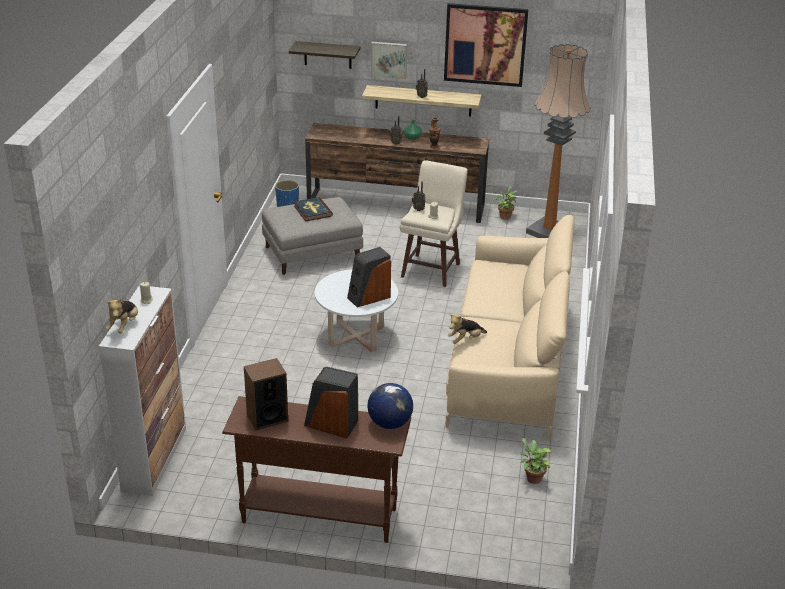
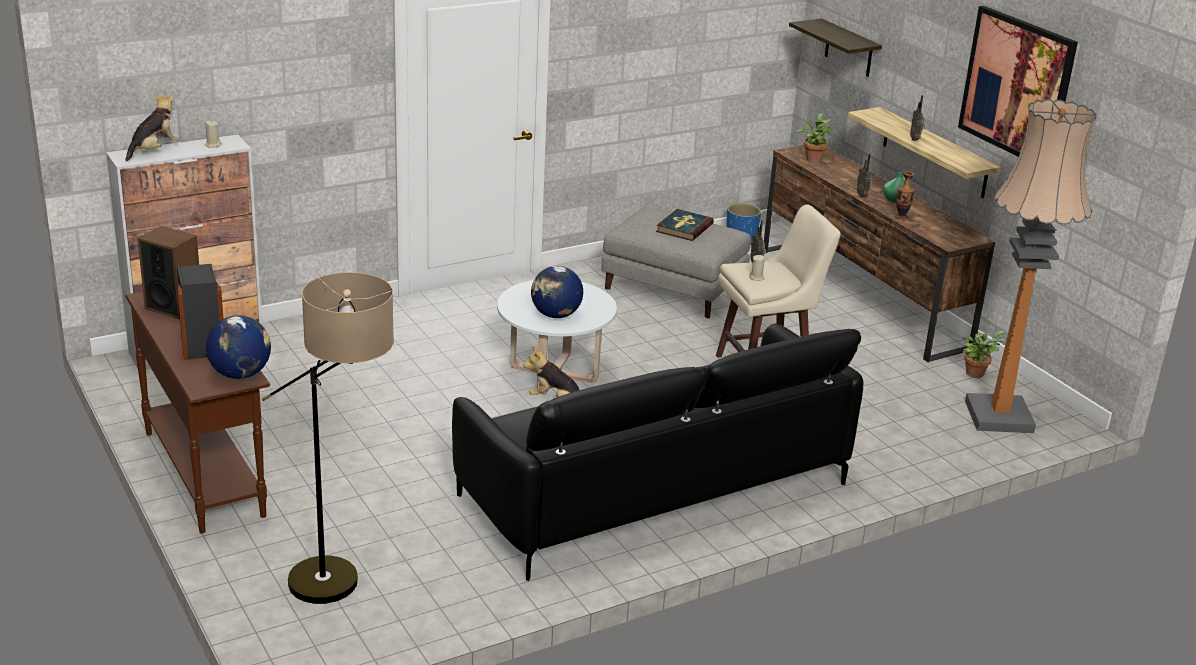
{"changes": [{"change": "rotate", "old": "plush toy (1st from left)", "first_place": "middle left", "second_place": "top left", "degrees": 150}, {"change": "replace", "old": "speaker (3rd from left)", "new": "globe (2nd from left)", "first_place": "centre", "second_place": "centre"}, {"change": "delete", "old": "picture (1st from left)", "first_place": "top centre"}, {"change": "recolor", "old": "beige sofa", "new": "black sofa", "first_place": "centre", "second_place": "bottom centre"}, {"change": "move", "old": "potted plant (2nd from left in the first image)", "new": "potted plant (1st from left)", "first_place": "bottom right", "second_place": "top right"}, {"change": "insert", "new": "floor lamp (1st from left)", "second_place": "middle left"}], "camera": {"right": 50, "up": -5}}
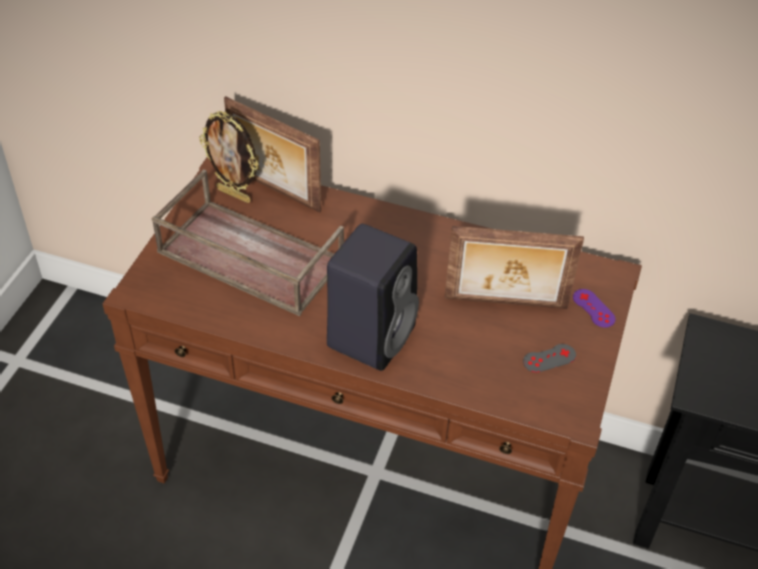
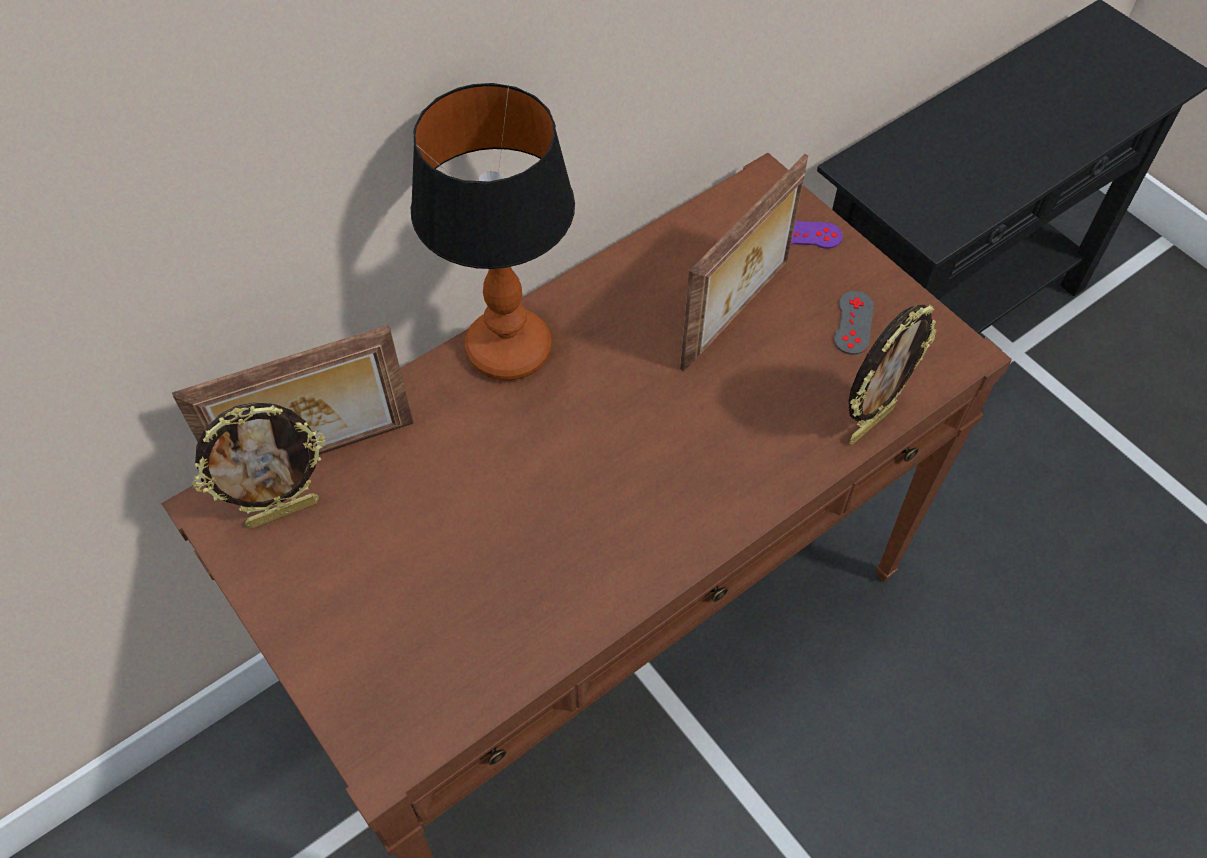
{"changes": [{"change": "delete", "old": "brown tray", "first_place": "middle left"}, {"change": "delete", "old": "black speaker", "first_place": "centre"}, {"change": "insert", "new": "table lamp", "second_place": "top centre"}, {"change": "insert", "new": "picture frame (4th from left)", "second_place": "middle right"}], "camera": {"right": -55, "up": 10}}
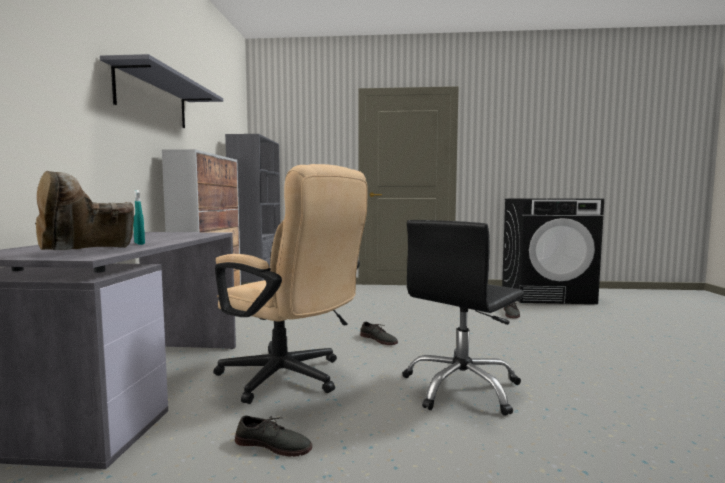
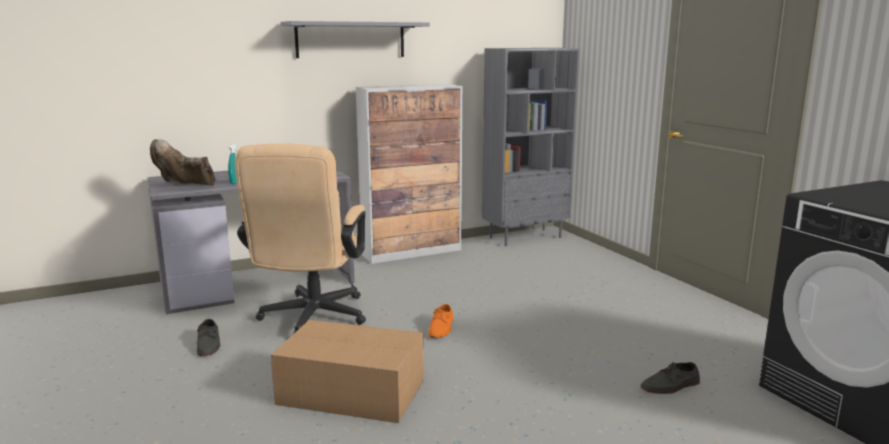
{"changes": [{"change": "recolor", "old": "grey shoe (2nd from left)", "new": "orange shoe", "first_place": "bottom centre", "second_place": "bottom centre"}, {"change": "replace", "old": "black office chair", "new": "cardboard box", "first_place": "centre", "second_place": "bottom centre"}], "camera": {"right": 60, "up": 10}}
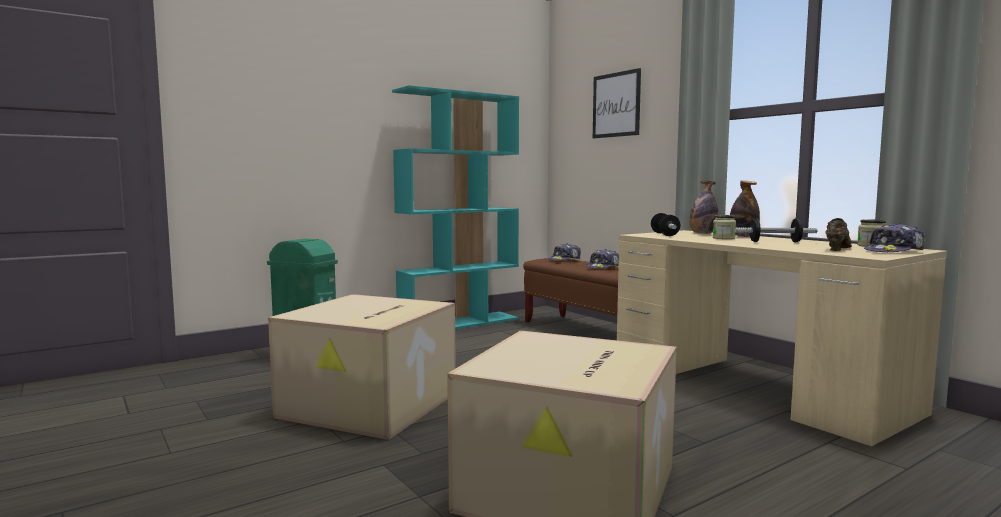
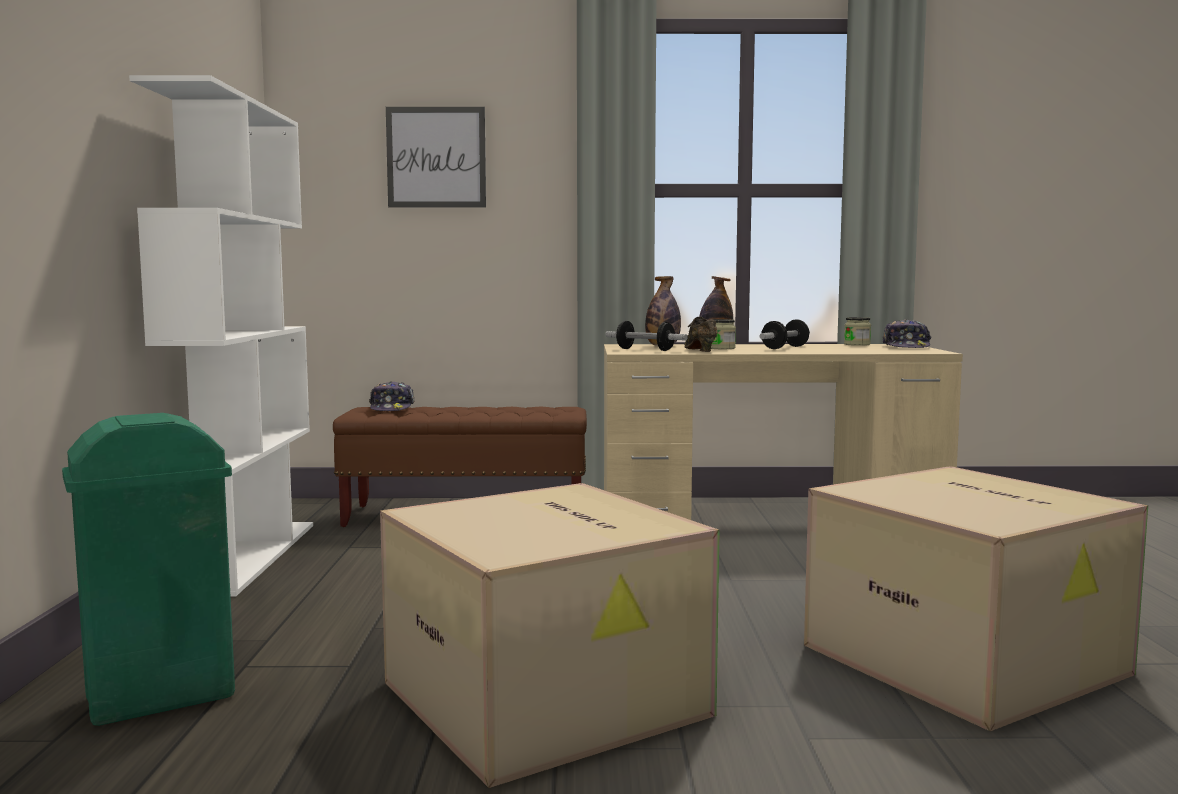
{"changes": [{"change": "recolor", "old": "turquoise bookcase", "new": "white bookcase", "first_place": "centre", "second_place": "middle left"}, {"change": "delete", "old": "cap (2nd from left)", "first_place": "centre"}, {"change": "move", "old": "brown shoe", "first_place": "middle right", "second_place": "centre"}], "camera": {"right": -55, "up": 0}}
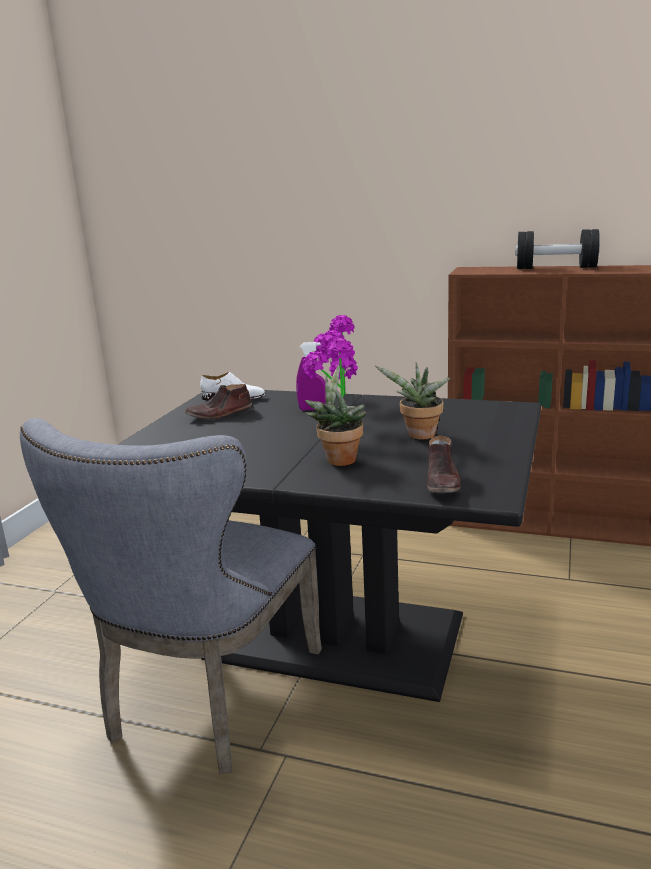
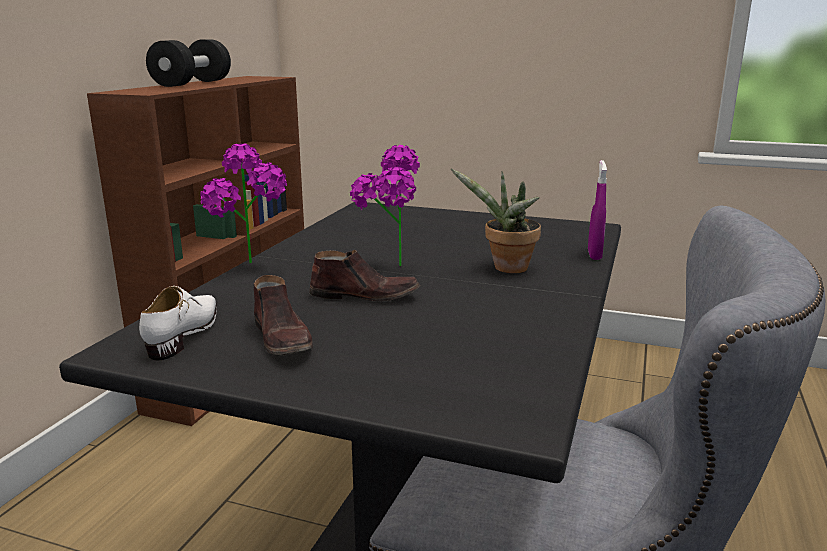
{"changes": [{"change": "move", "old": "purple spray bottle", "first_place": "centre", "second_place": "middle right"}, {"change": "delete", "old": "potted plant (4th from left)", "first_place": "centre"}, {"change": "move", "old": "brown shoe (2nd from left)", "first_place": "middle right", "second_place": "centre"}], "camera": {"right": -90, "up": 0}}
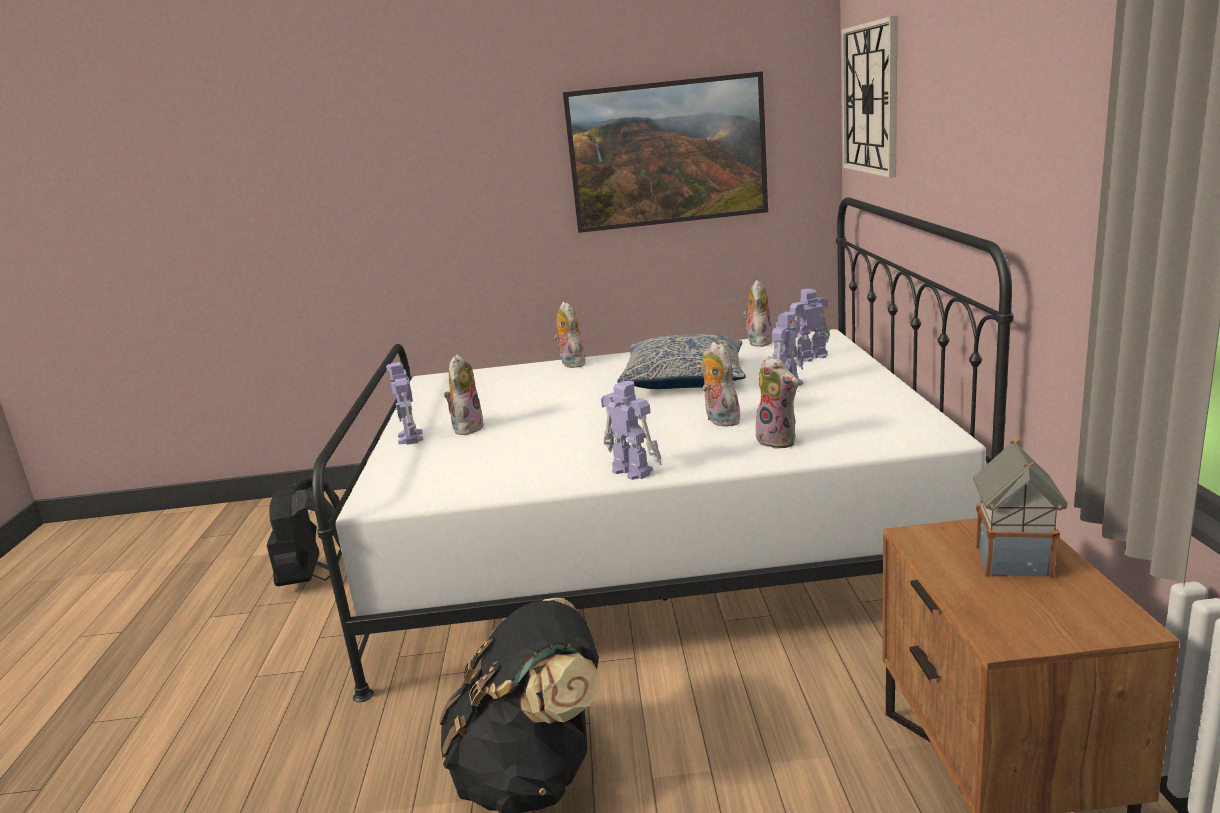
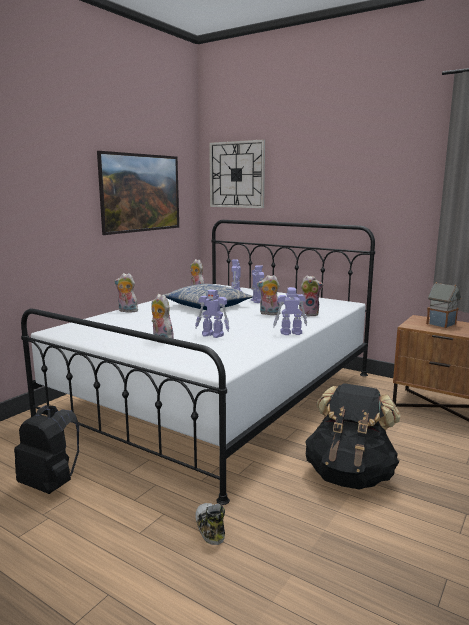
{"changes": [{"change": "move", "old": "toy robot (1st from left)", "first_place": "middle left", "second_place": "centre"}, {"change": "insert", "new": "shoe", "second_place": "bottom centre"}], "camera": {"right": -55, "up": -5}}
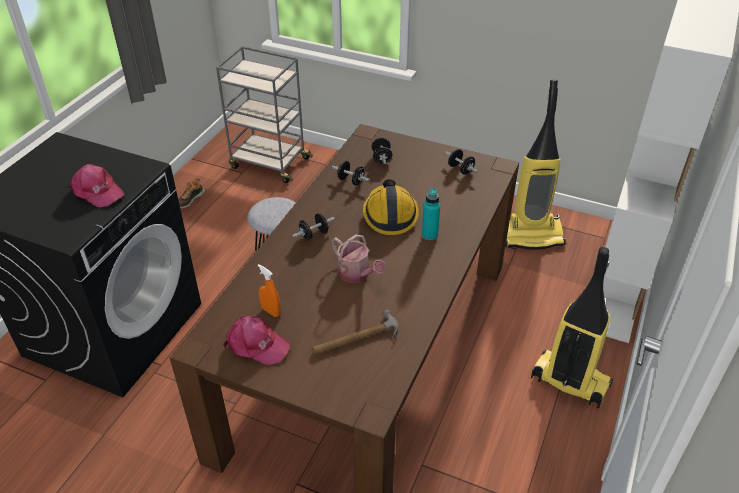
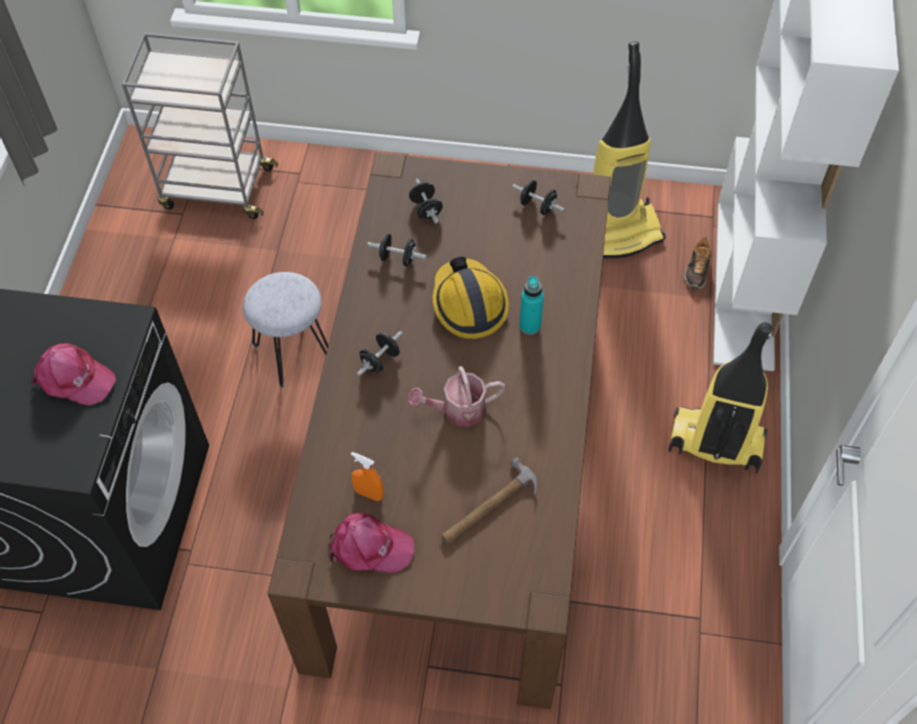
{"changes": [{"change": "move", "old": "shoe", "first_place": "middle left", "second_place": "middle right"}, {"change": "rotate", "old": "watering can", "first_place": "centre", "second_place": "centre", "degrees": 135}], "camera": {"right": -15, "up": 15}}
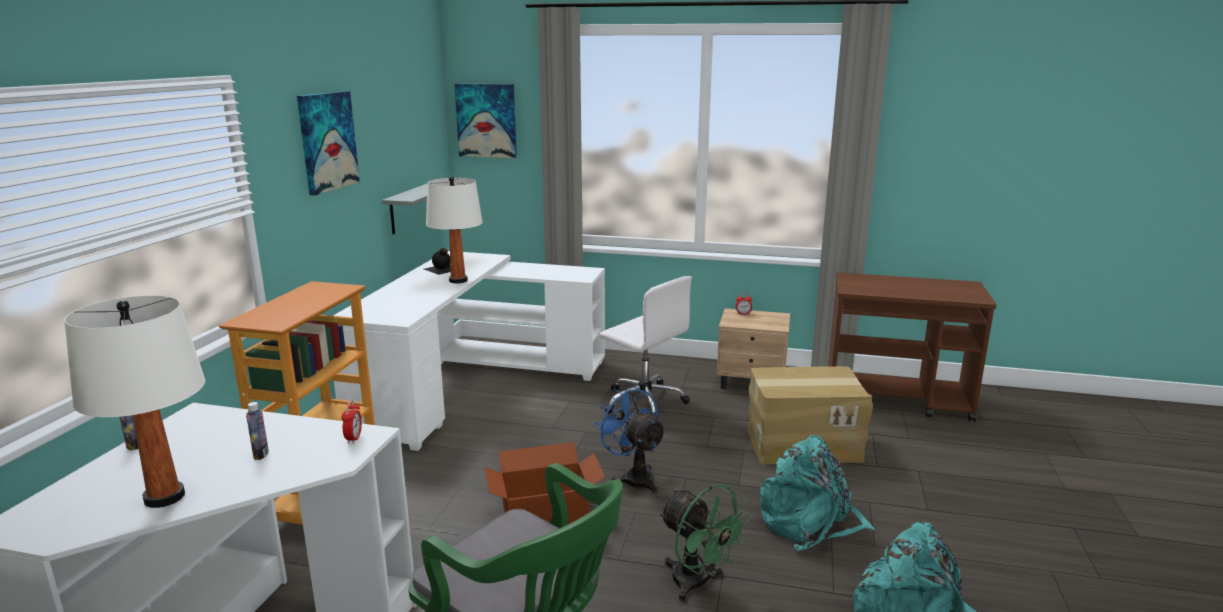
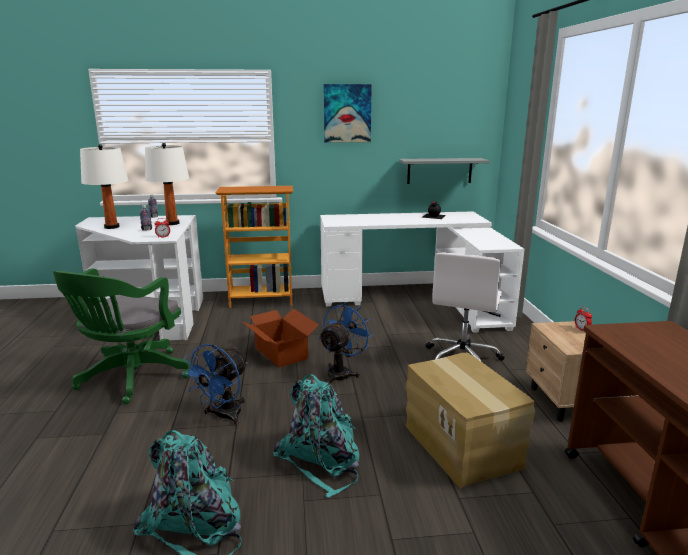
{"changes": [{"change": "move", "old": "white table lamp (2nd from left)", "first_place": "centre", "second_place": "top left"}, {"change": "delete", "old": "picture (2nd from left)", "first_place": "top centre"}, {"change": "recolor", "old": "green fan", "new": "blue fan (1st from left)", "first_place": "bottom centre", "second_place": "bottom left"}], "camera": {"right": 70, "up": 0}}
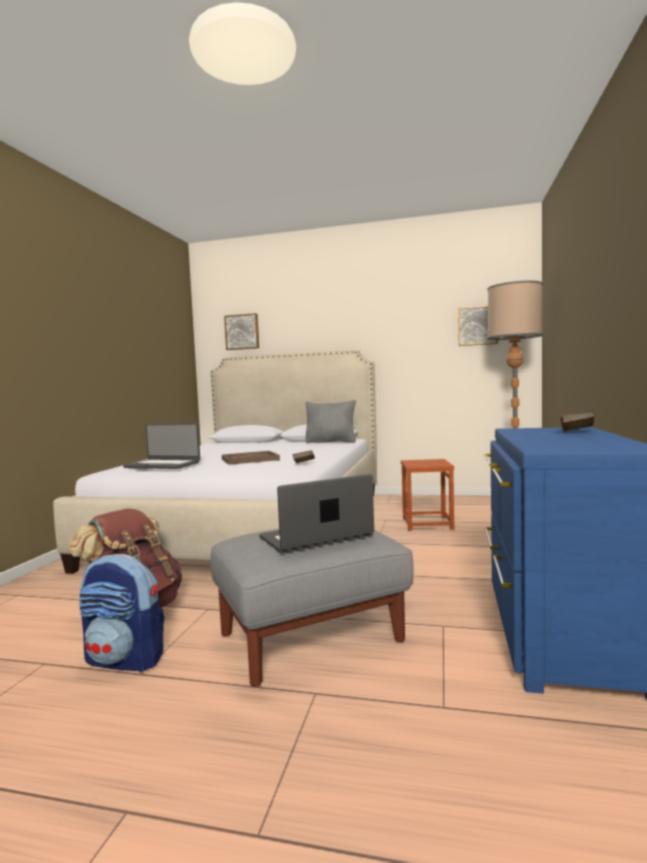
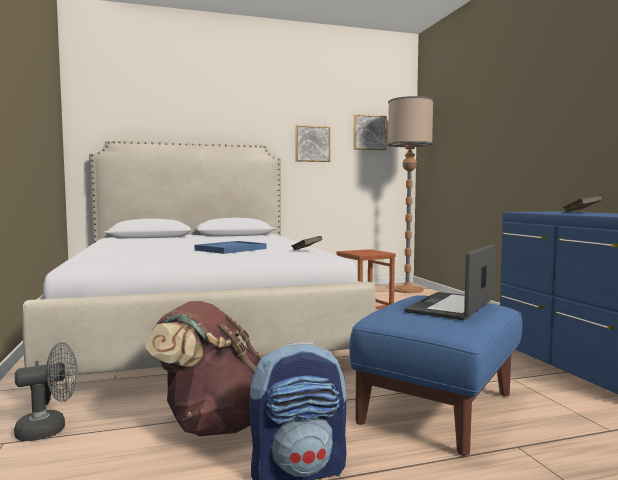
{"changes": [{"change": "delete", "old": "laptop (1st from left)", "first_place": "middle left"}, {"change": "recolor", "old": "grey ottoman", "new": "blue ottoman", "first_place": "bottom centre", "second_place": "bottom right"}, {"change": "recolor", "old": "brown tray", "new": "blue tray", "first_place": "centre", "second_place": "centre"}, {"change": "move", "old": "picture (1st from left)", "first_place": "centre", "second_place": "top centre"}, {"change": "delete", "old": "grey pillow", "first_place": "centre"}, {"change": "insert", "new": "grey fan", "second_place": "bottom left"}], "camera": {"right": -30, "up": 0}}
